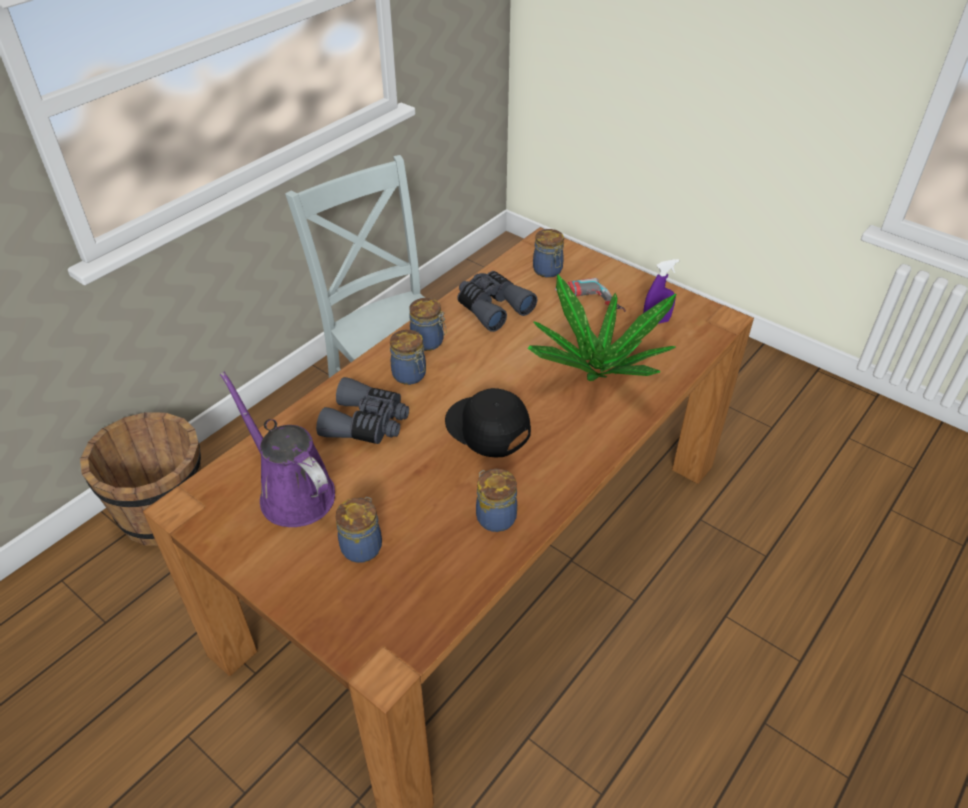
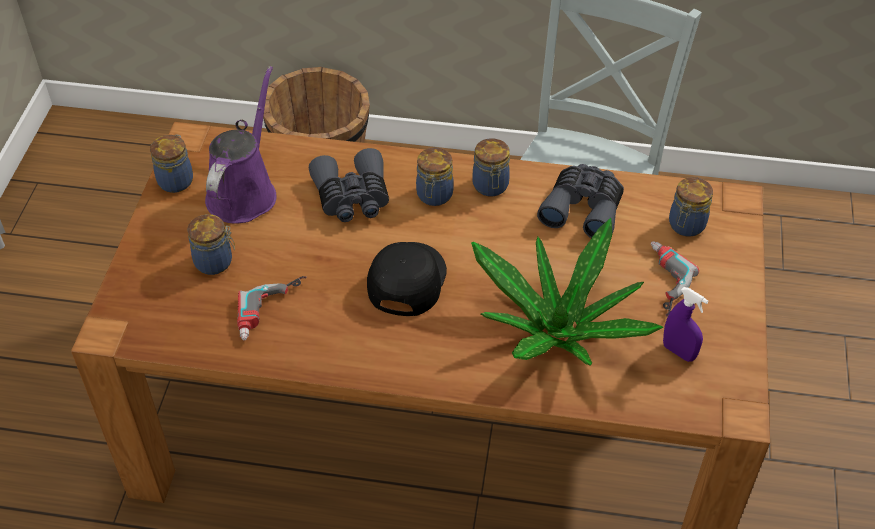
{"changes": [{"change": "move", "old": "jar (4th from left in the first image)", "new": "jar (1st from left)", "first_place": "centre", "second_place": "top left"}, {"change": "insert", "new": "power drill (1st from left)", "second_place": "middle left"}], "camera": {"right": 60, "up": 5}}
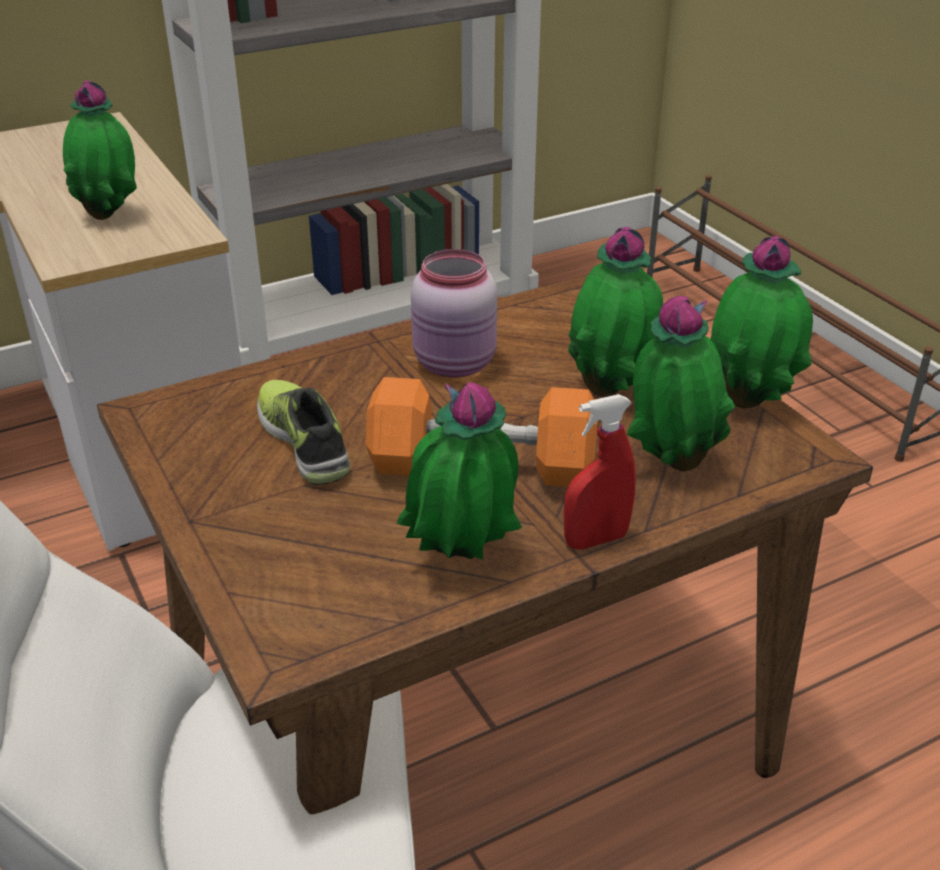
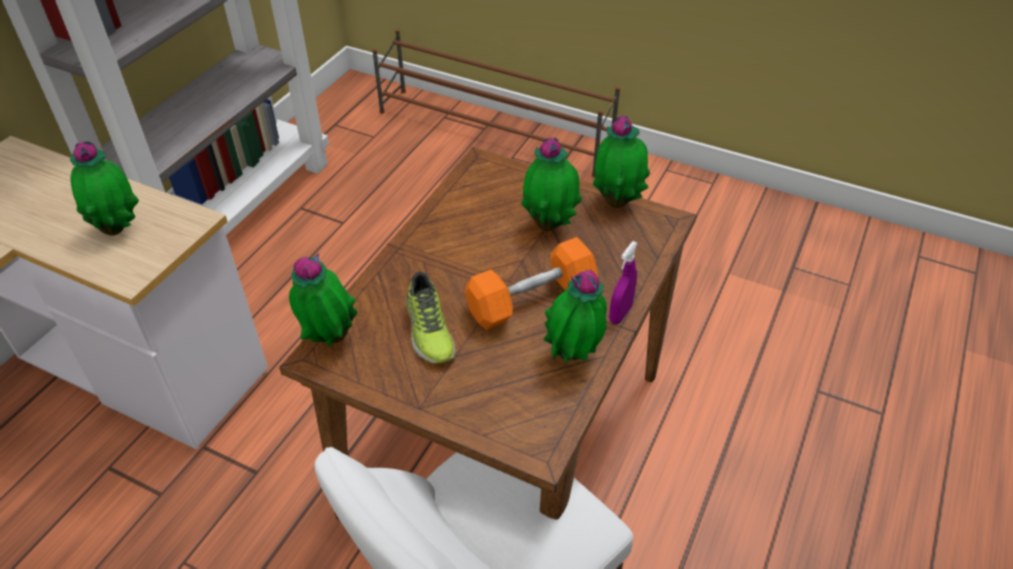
{"changes": [{"change": "rotate", "old": "shoe", "first_place": "middle left", "second_place": "centre", "degrees": -135}, {"change": "delete", "old": "pink jar", "first_place": "centre"}, {"change": "recolor", "old": "red spray bottle", "new": "purple spray bottle", "first_place": "centre", "second_place": "centre"}, {"change": "move", "old": "potted plant (4th from left in the first image)", "new": "potted plant (2nd from left)", "first_place": "middle right", "second_place": "middle left"}], "camera": {"right": -35, "up": 10}}
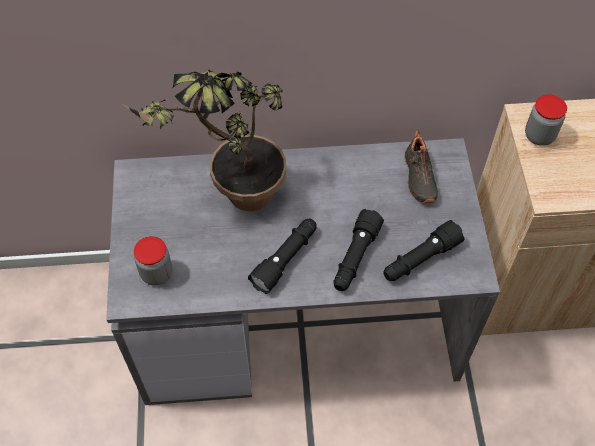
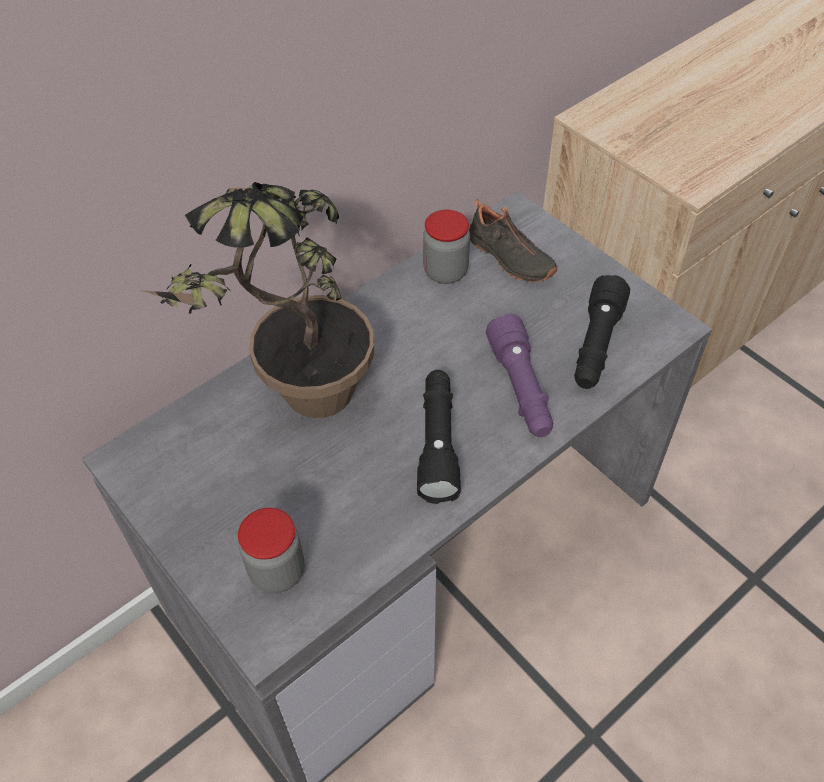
{"changes": [{"change": "recolor", "old": "black flashlight (2nd from left)", "new": "purple flashlight", "first_place": "centre", "second_place": "centre"}, {"change": "move", "old": "jar (2nd from left)", "first_place": "top right", "second_place": "top centre"}], "camera": {"right": -35, "up": -5}}
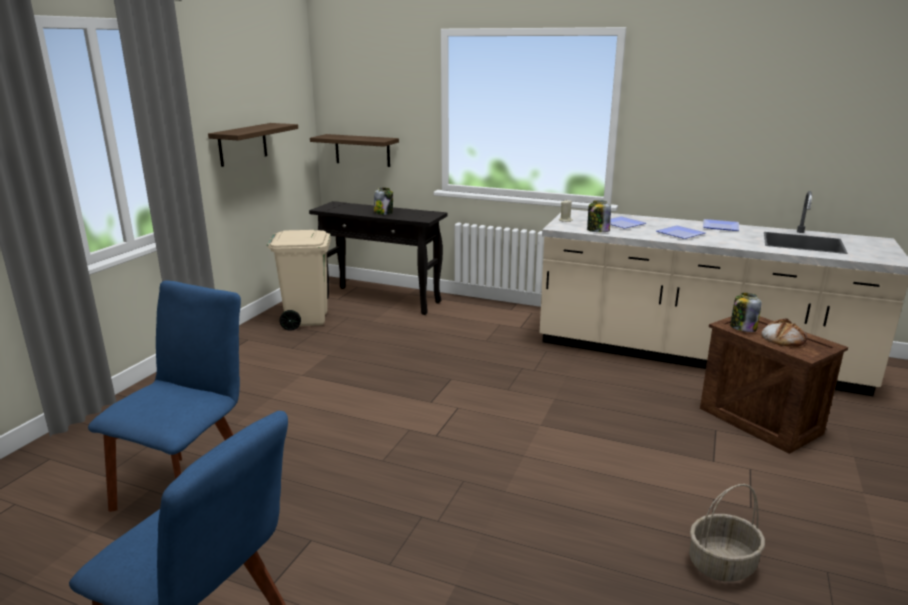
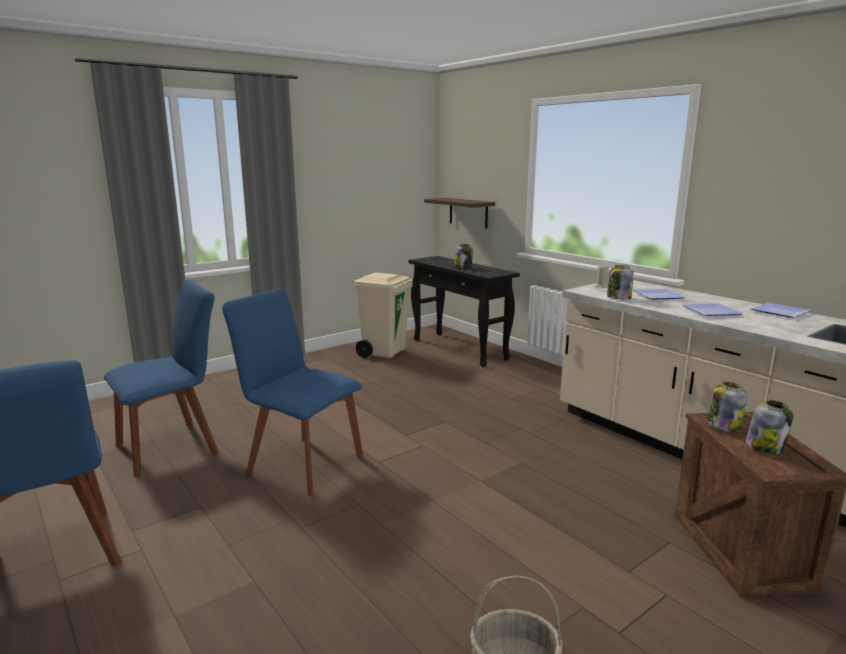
{"changes": [{"change": "delete", "old": "shelf (1st from left)", "first_place": "top left"}, {"change": "replace", "old": "bread", "new": "jar (4th from left)", "first_place": "middle right", "second_place": "middle right"}, {"change": "insert", "new": "blue chair (3rd from left)", "second_place": "centre"}], "camera": {"right": 30, "up": -5}}
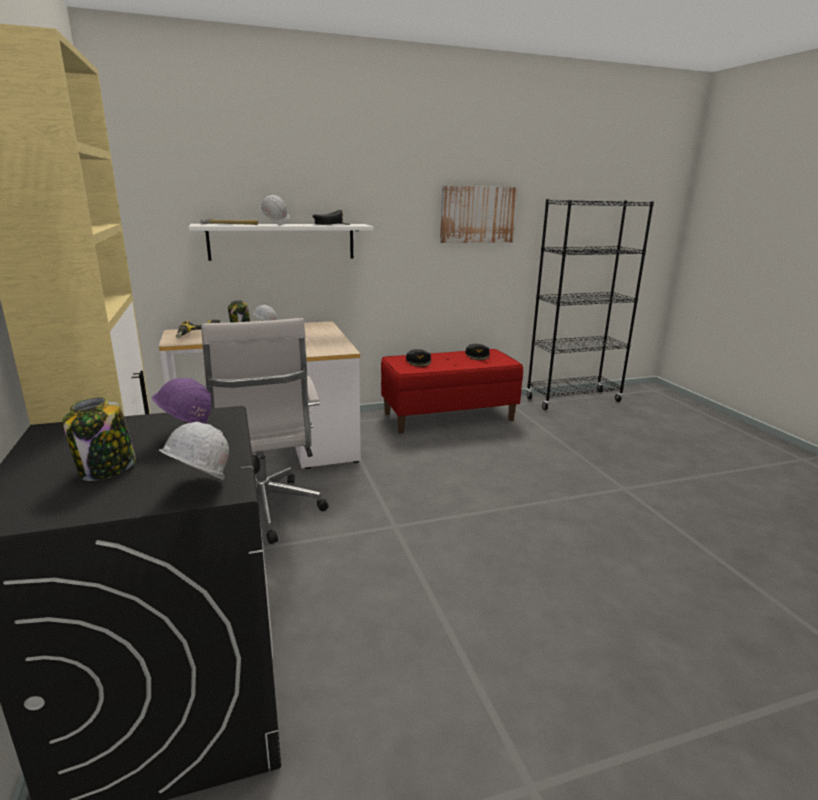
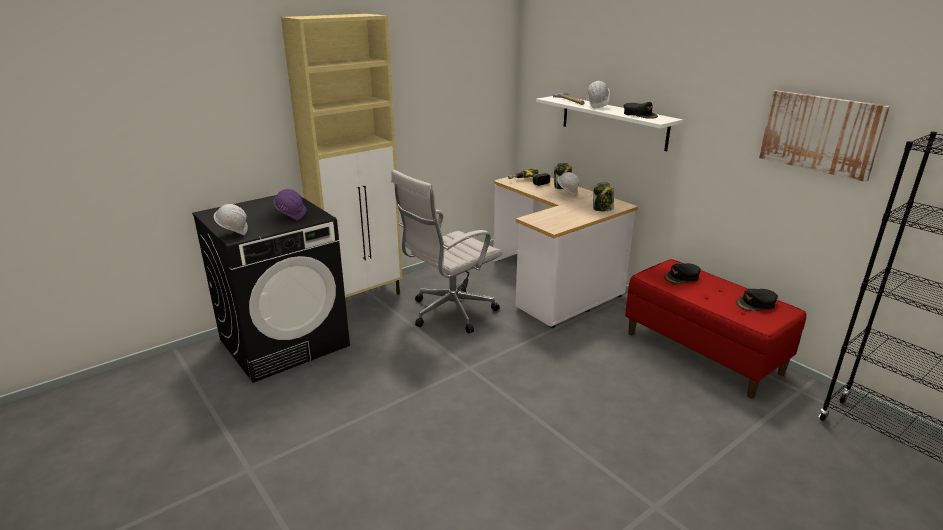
{"changes": [{"change": "move", "old": "jar (1st from left in the first image)", "new": "jar (2nd from left)", "first_place": "middle left", "second_place": "centre"}], "camera": {"right": 70, "up": 5}}
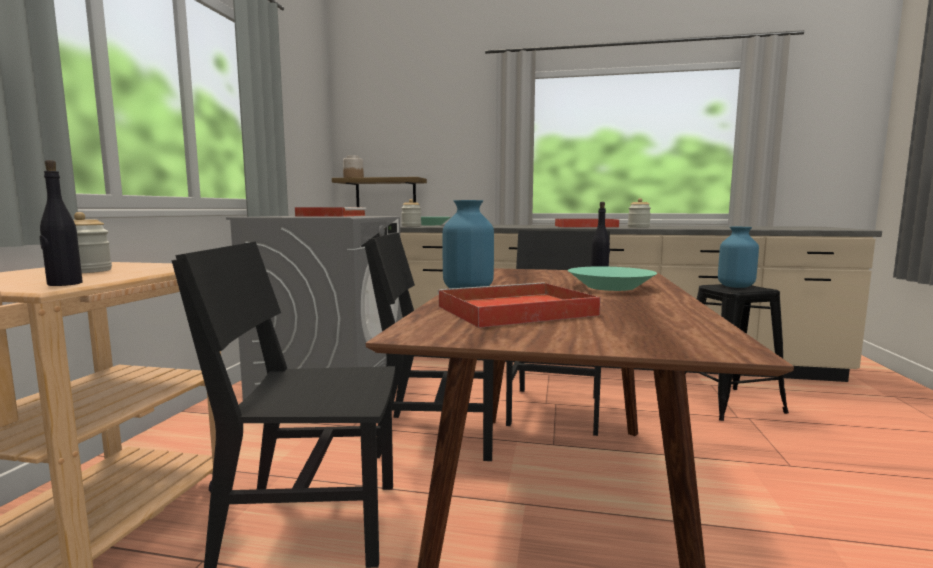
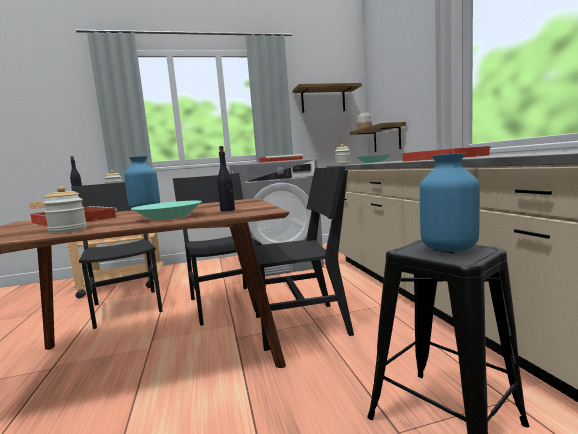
{"changes": [{"change": "move", "old": "jar (4th from left in the first image)", "new": "jar (1st from left)", "first_place": "middle right", "second_place": "middle left"}, {"change": "insert", "new": "shelf (1st from left)", "second_place": "top centre"}], "camera": {"right": 65, "up": 0}}
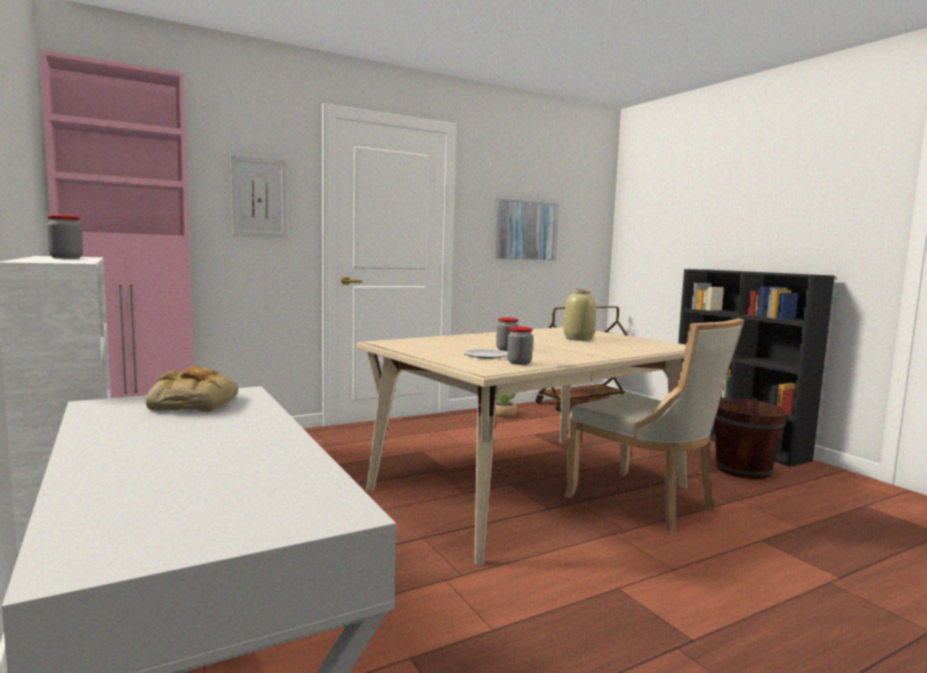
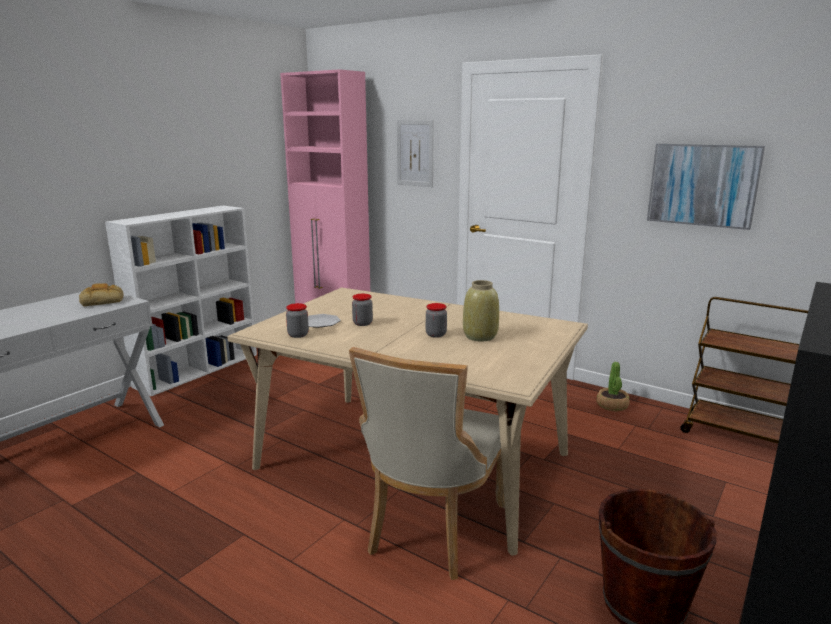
{"changes": [{"change": "move", "old": "jar (1st from left in the first image)", "new": "jar (3rd from left)", "first_place": "middle left", "second_place": "centre"}], "camera": {"right": 65, "up": 10}}
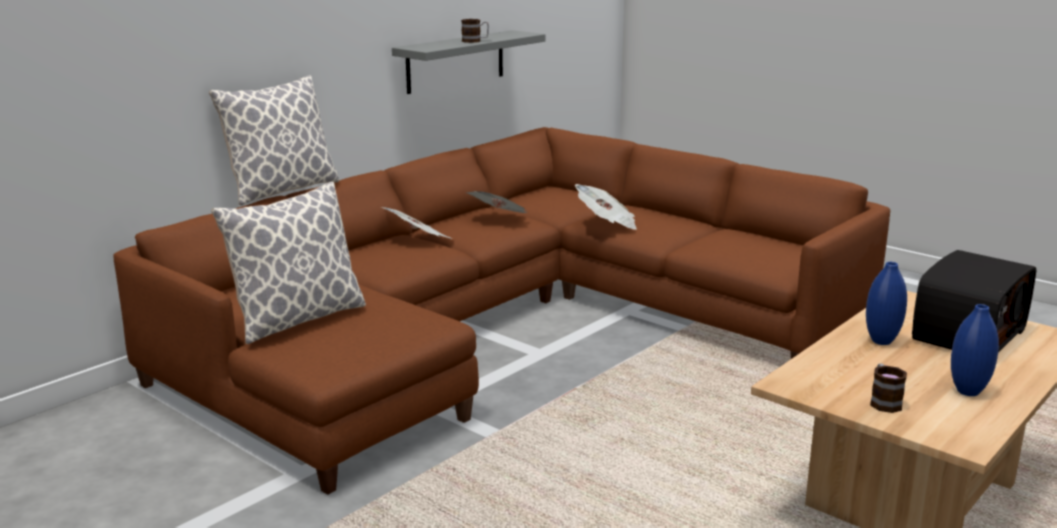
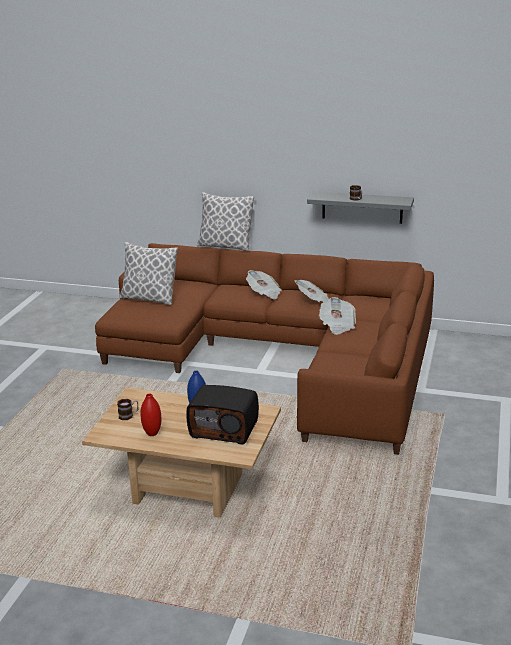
{"changes": [{"change": "recolor", "old": "blue vase (2nd from left)", "new": "red vase", "first_place": "middle right", "second_place": "middle left"}], "camera": {"right": 65, "up": 5}}
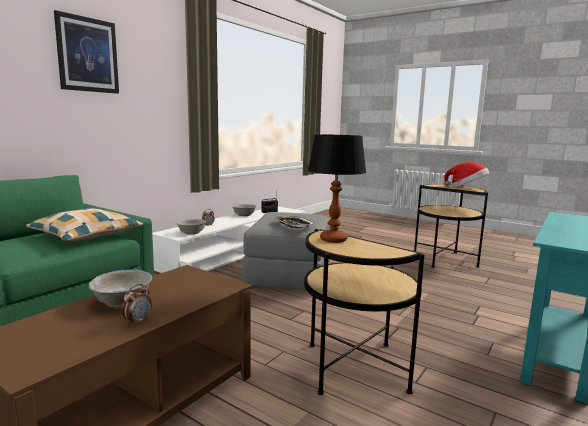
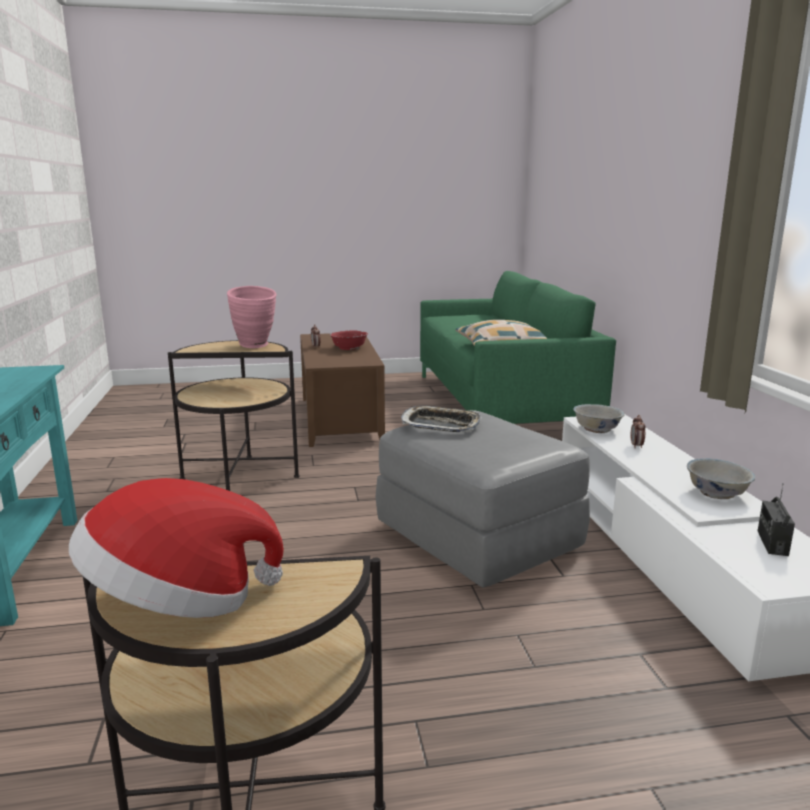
{"changes": [{"change": "delete", "old": "picture", "first_place": "top left"}, {"change": "recolor", "old": "white bowl (1st from left)", "new": "red bowl", "first_place": "bottom left", "second_place": "centre"}, {"change": "replace", "old": "table lamp", "new": "pink vase", "first_place": "centre", "second_place": "middle left"}], "camera": {"right": 135, "up": 5}}
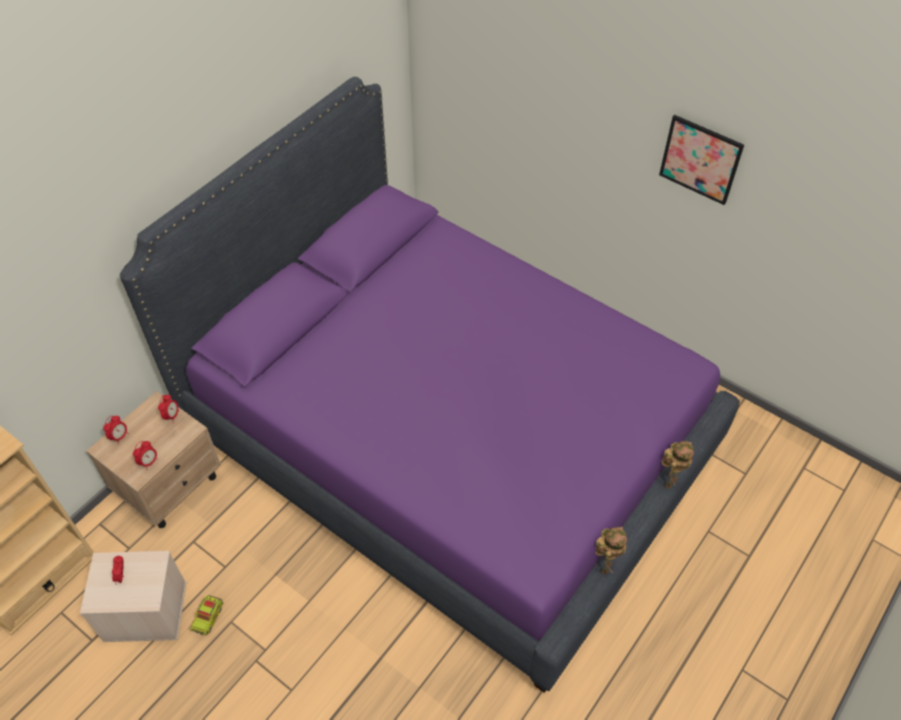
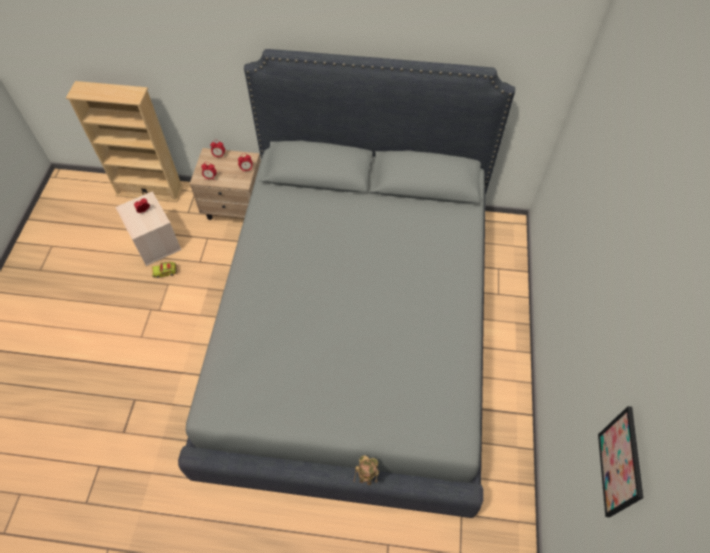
{"changes": [{"change": "recolor", "old": "purple bed", "new": "grey bed", "first_place": "centre", "second_place": "centre"}, {"change": "delete", "old": "toy robot (1st from left)", "first_place": "bottom right"}, {"change": "move", "old": "picture", "first_place": "top right", "second_place": "bottom right"}], "camera": {"right": 60, "up": 5}}
